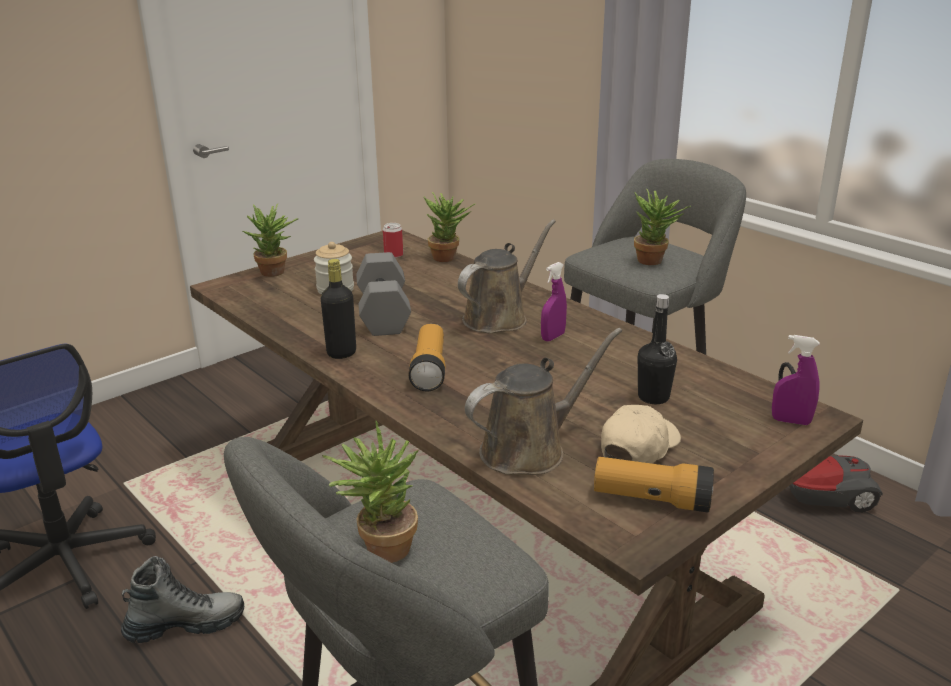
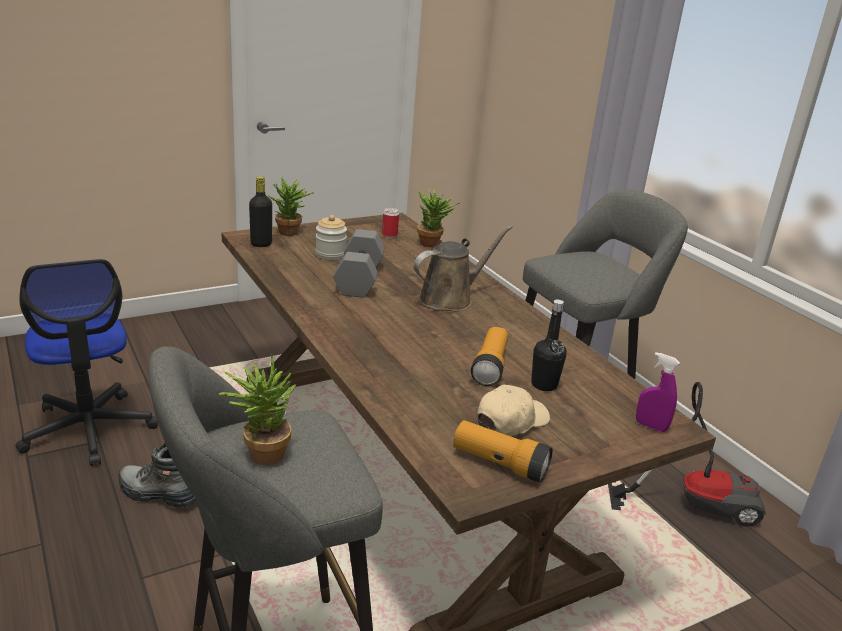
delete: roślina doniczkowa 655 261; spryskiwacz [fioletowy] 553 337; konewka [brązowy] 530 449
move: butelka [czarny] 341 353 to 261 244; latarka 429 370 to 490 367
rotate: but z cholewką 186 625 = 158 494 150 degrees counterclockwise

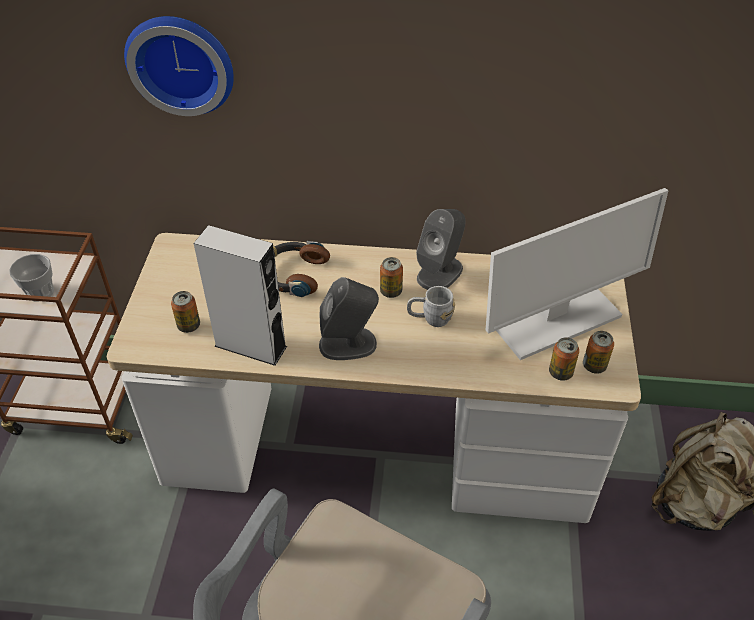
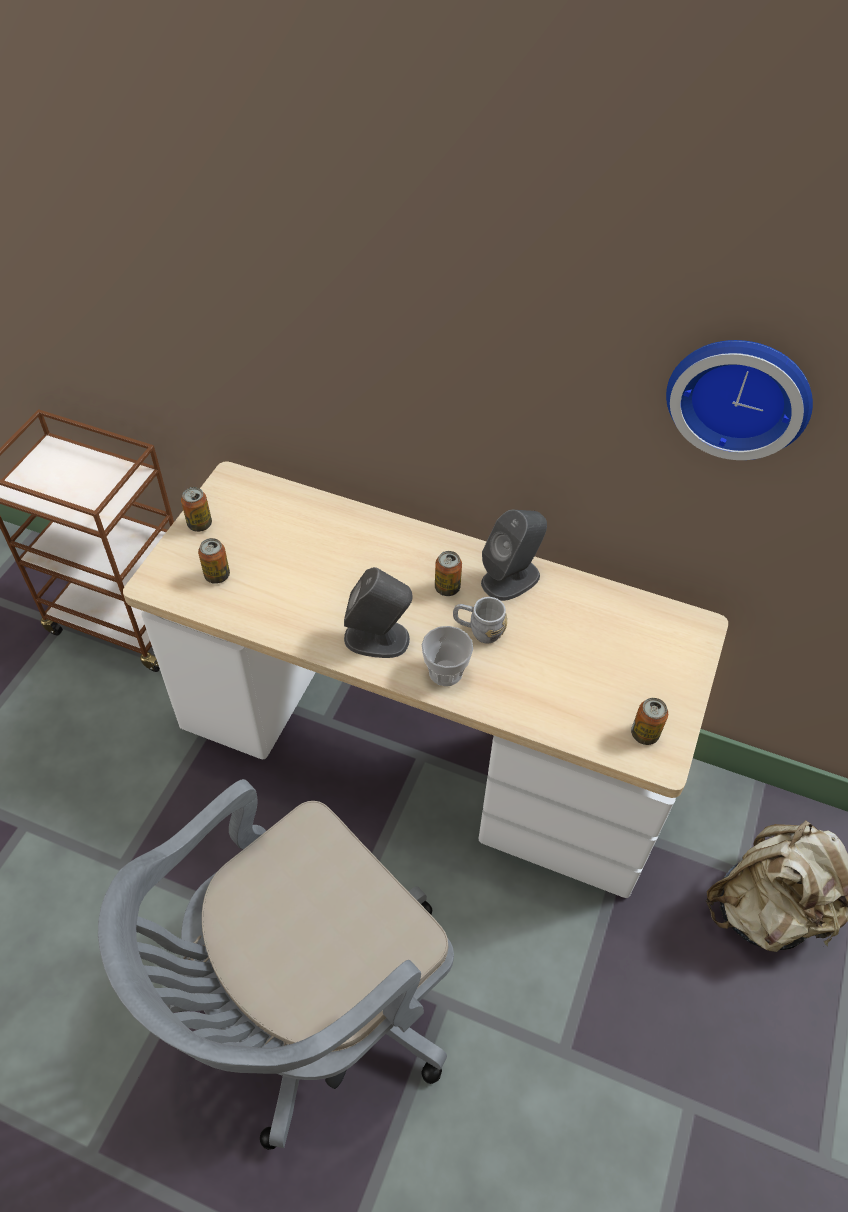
delete: monitor 553 319; głośnik [szary] 250 346; słuchawki 293 274
move: zegar ścienny 182 62 to 740 393; filiżanka 40 292 to 445 672; puszka 560 372 to 199 524

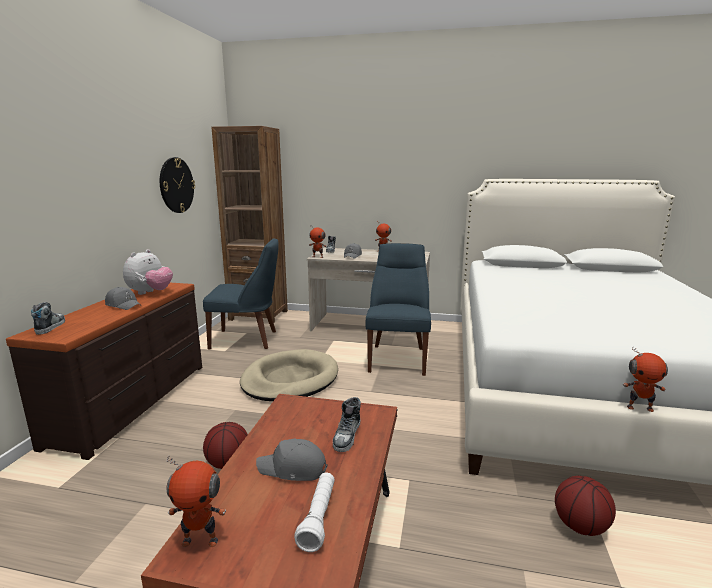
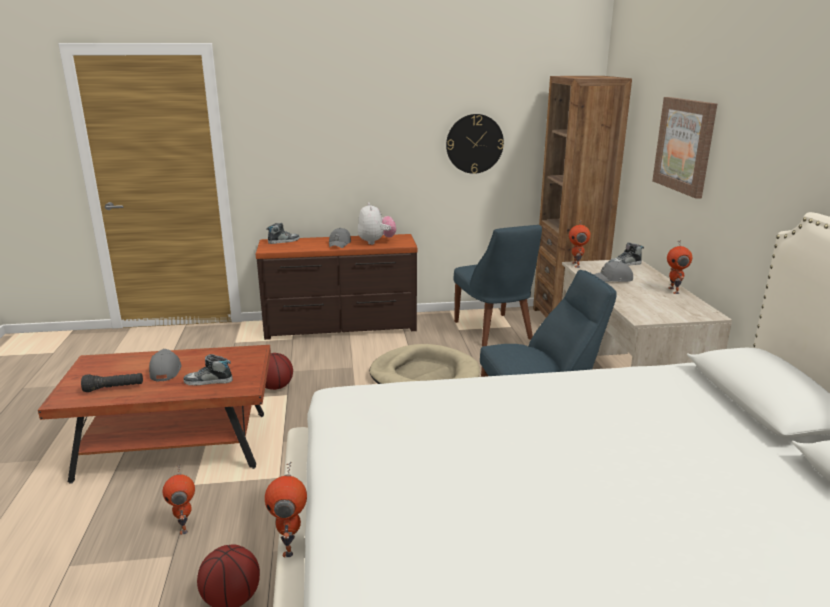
insert: obraz 685 145
move: robot zabawkowy 201 540 to 185 526
recolor: latarka [biały] 318 518 to latarka [czarny] 114 388
rotate: pluszak 150 293 = 376 242 105 degrees counterclockwise

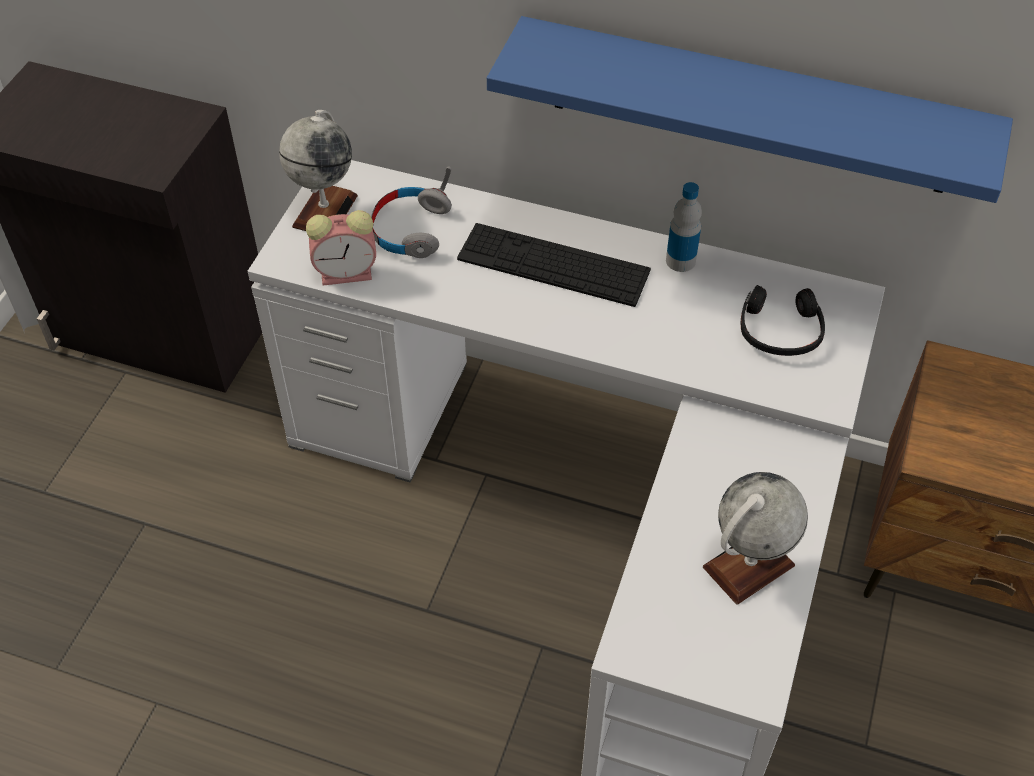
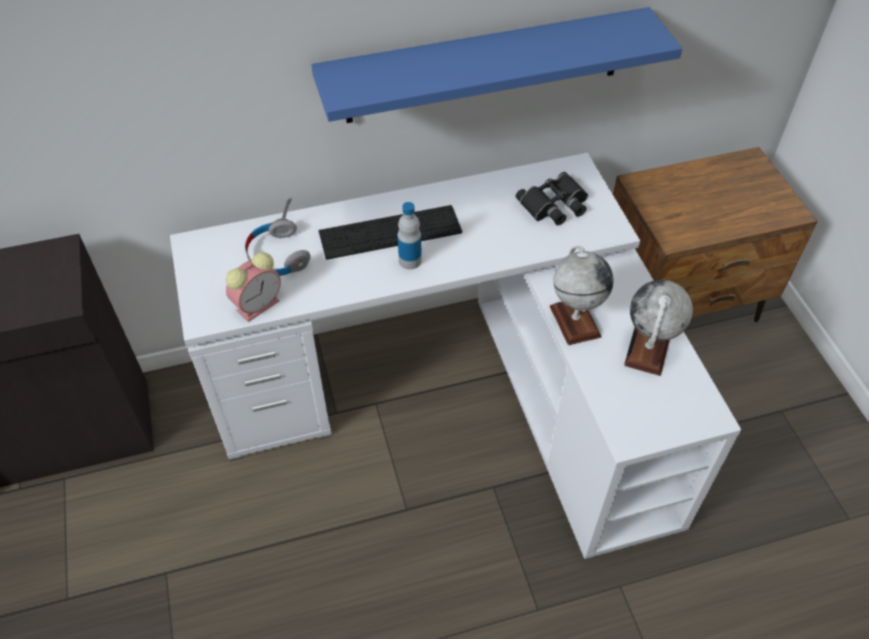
move: globus 325 210 to 574 321; butelka 680 261 to 410 260
replace: słuchawki [czarny] 780 331 to lornetka [czarny] 555 205

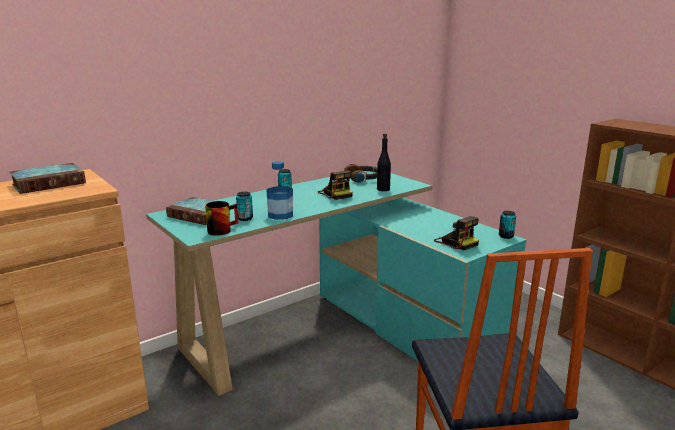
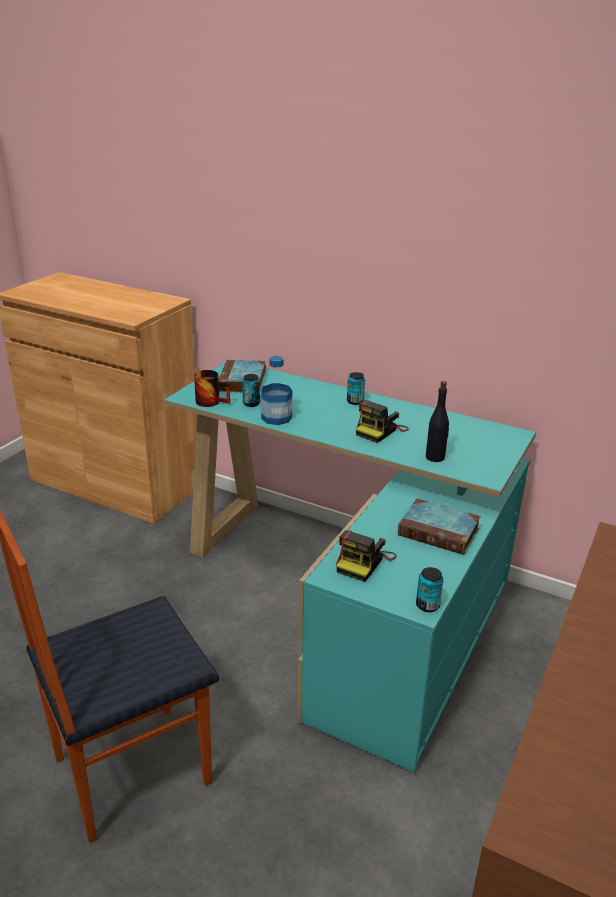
delete: słuchawki 364 178
move: książka 50 183 to 440 532

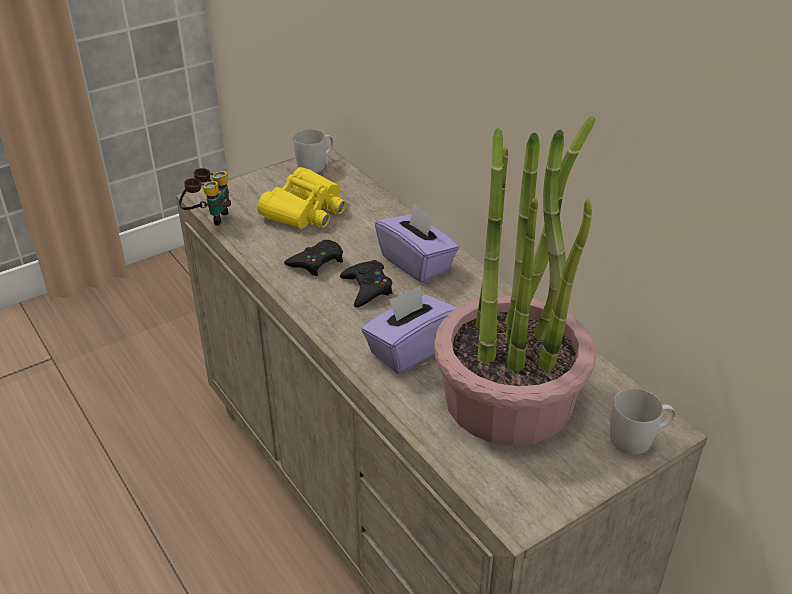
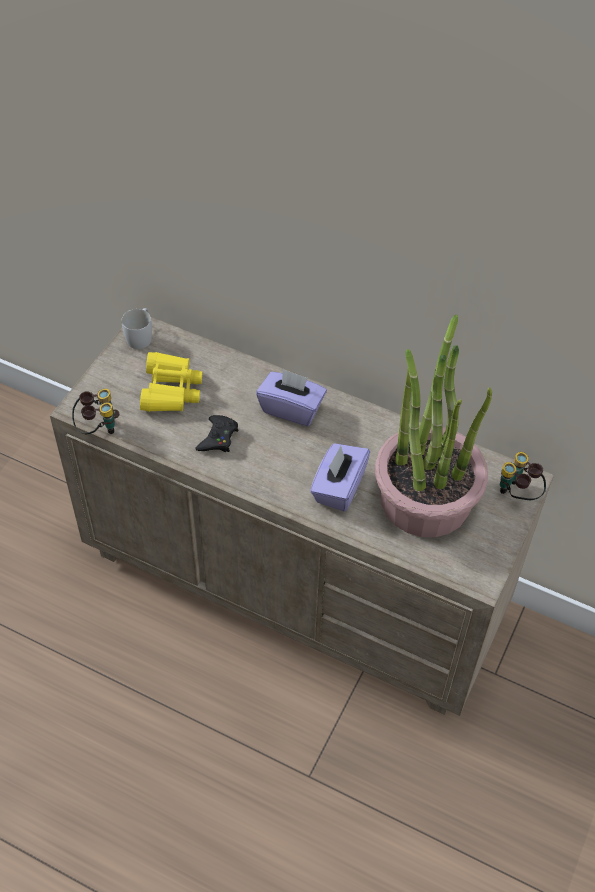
delete: pad do gier [czarny] 367 288
replace: kubek [biały] 638 439 to lornetka 517 494

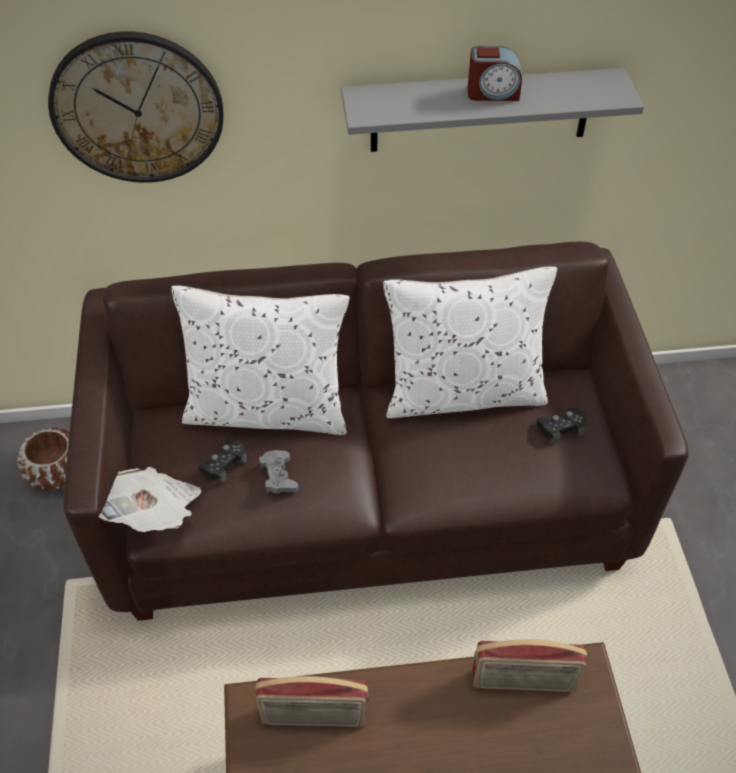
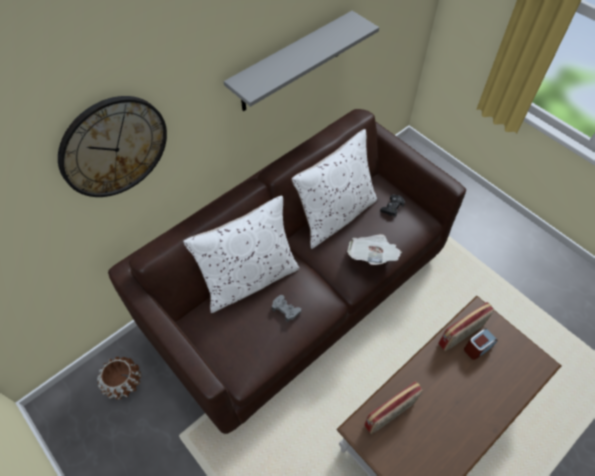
delete: pad do gier [czarny] 224 463
move: budzik 492 93 to 477 347; gazeta 152 512 to 372 256

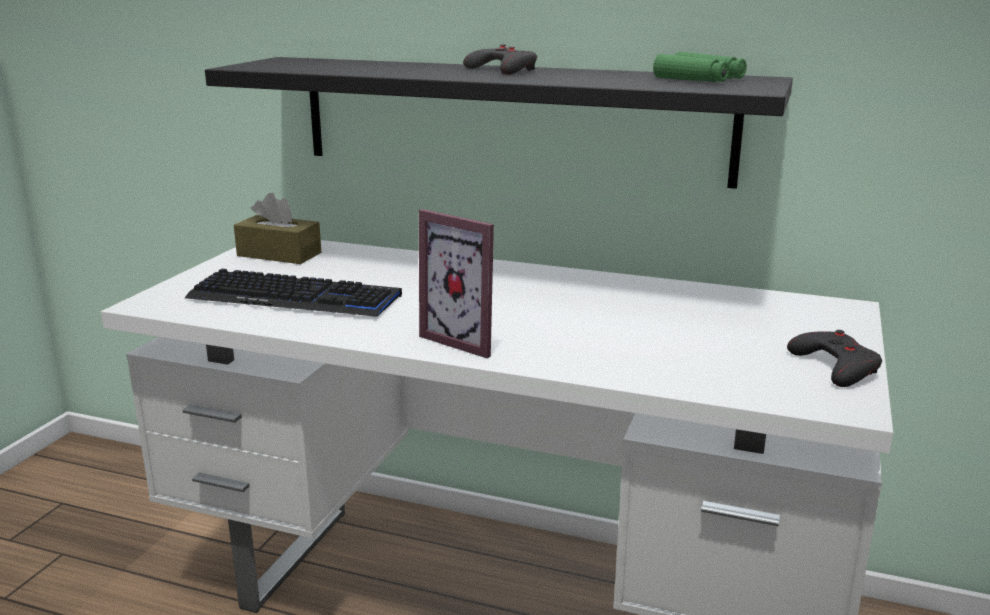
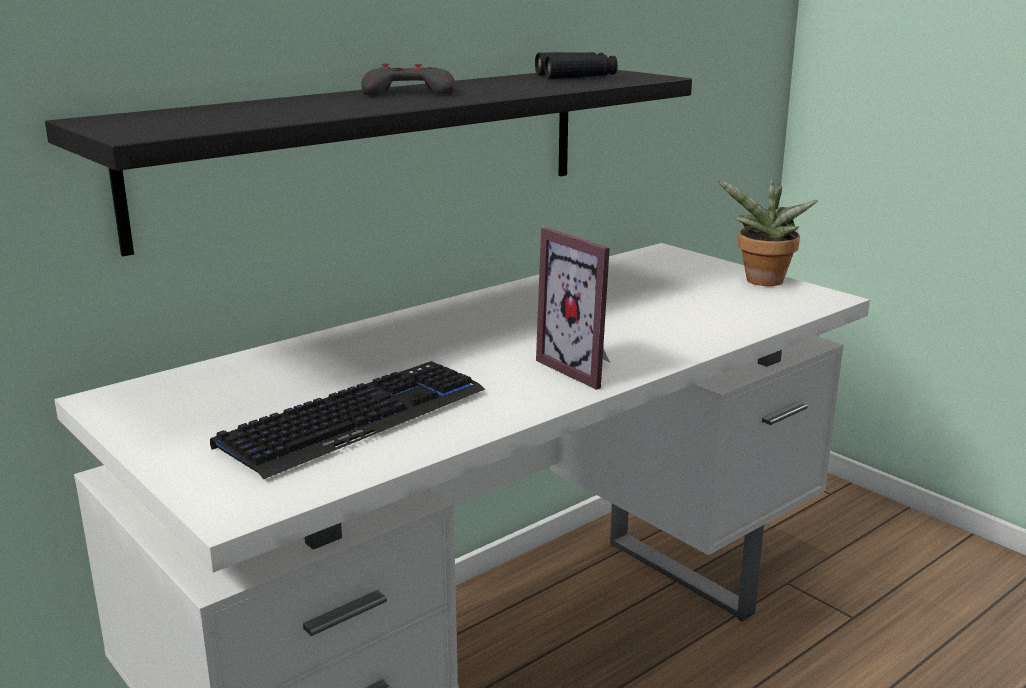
delete: pudełko chusteczek [brązowy] 279 254
replace: pad do gier [czarny] 835 366 to roślina doniczkowa 762 282
recolor: lornetka [zielony] 699 79 to lornetka [czarny] 576 76
rotate: ramka na zdjęcie 468 339 = 585 368 75 degrees clockwise

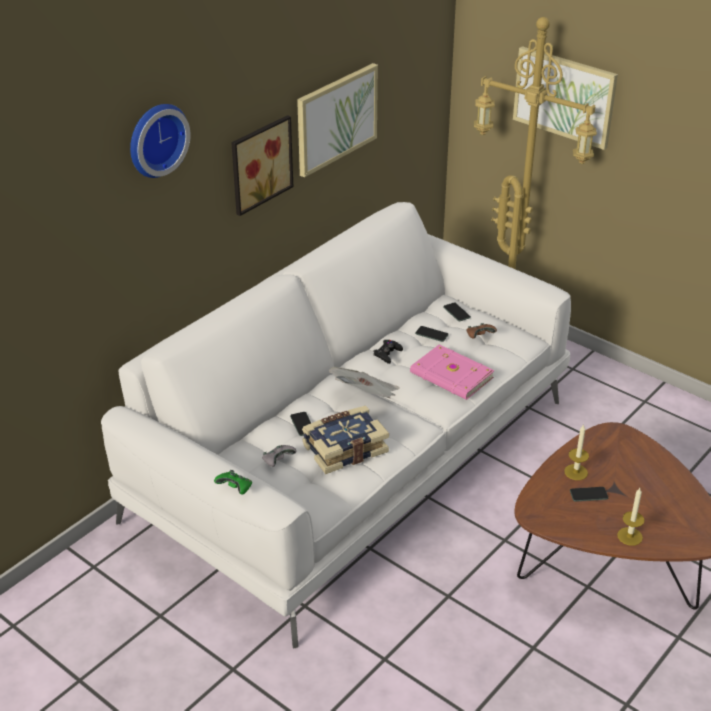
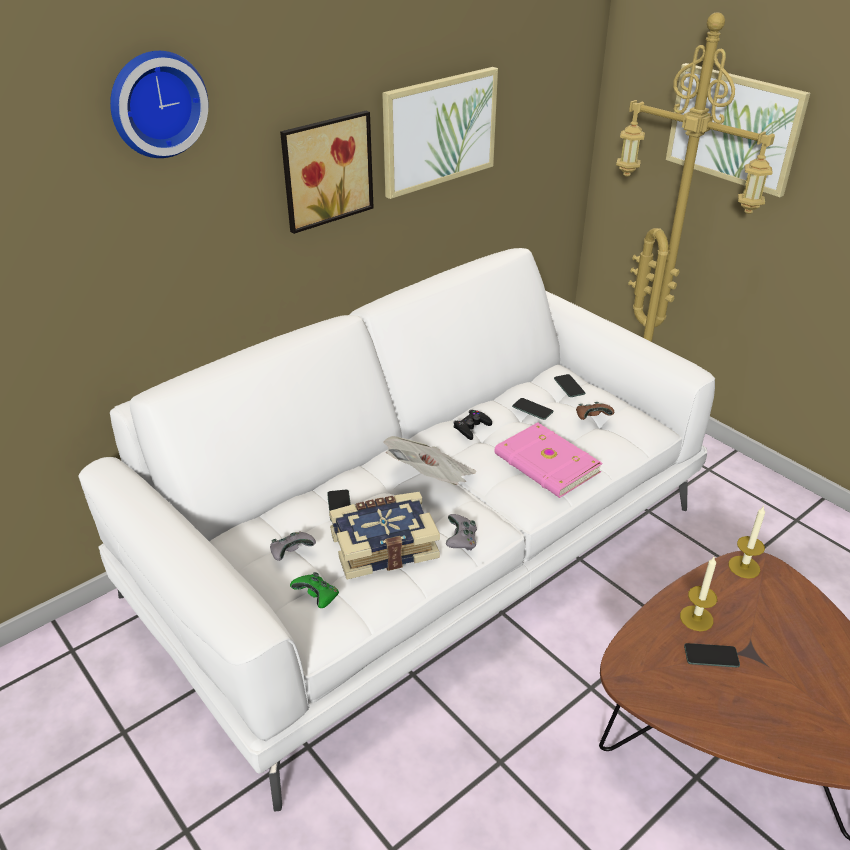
insert: pad do gier [szary] 461 541
move: pad do gier [zielony] 235 489 to 317 598; świeca 629 536 to 744 567

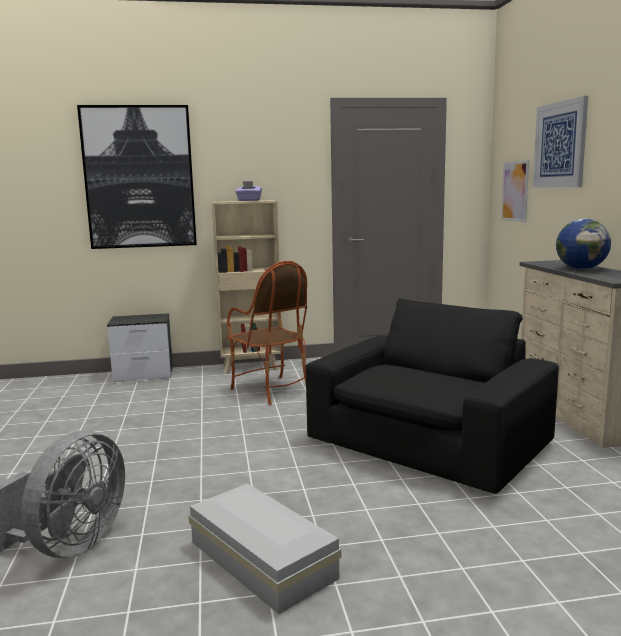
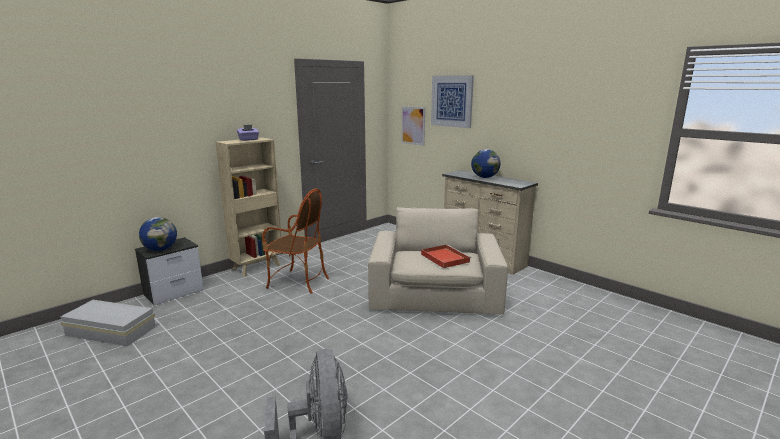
delete: obraz 139 177
insert: globus 160 250; taca [czerwony] 444 258
move: pojemnik do przechowywania [biały] 261 561 to 111 331
recolor: fotel [czarny] 427 442 to fotel [beżowy] 435 294

